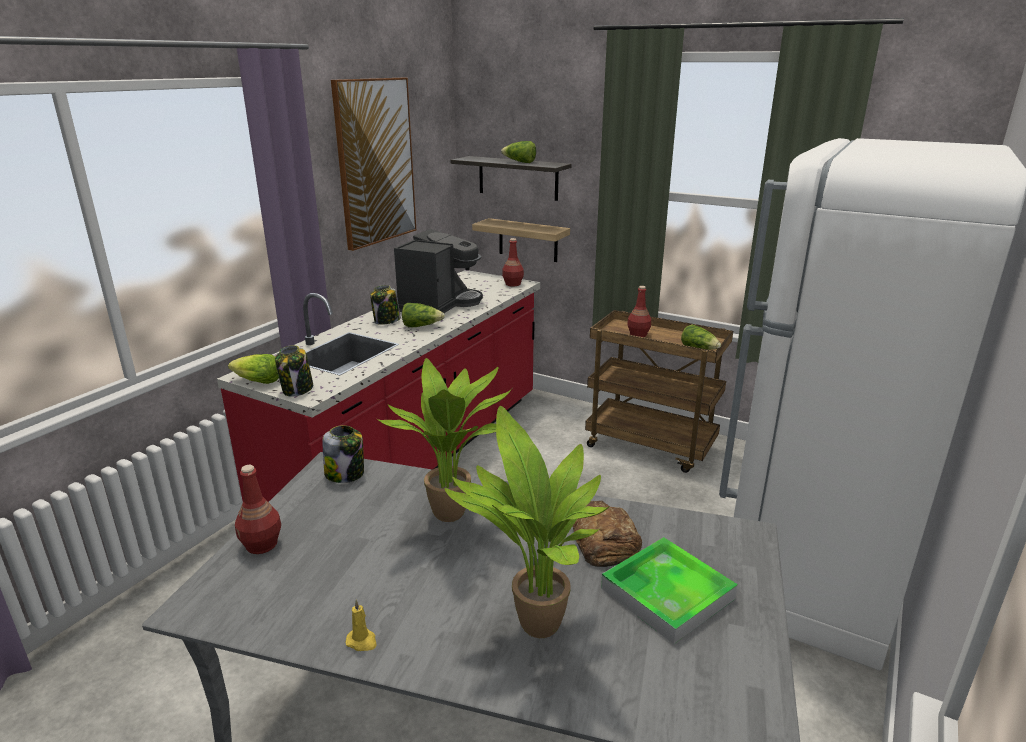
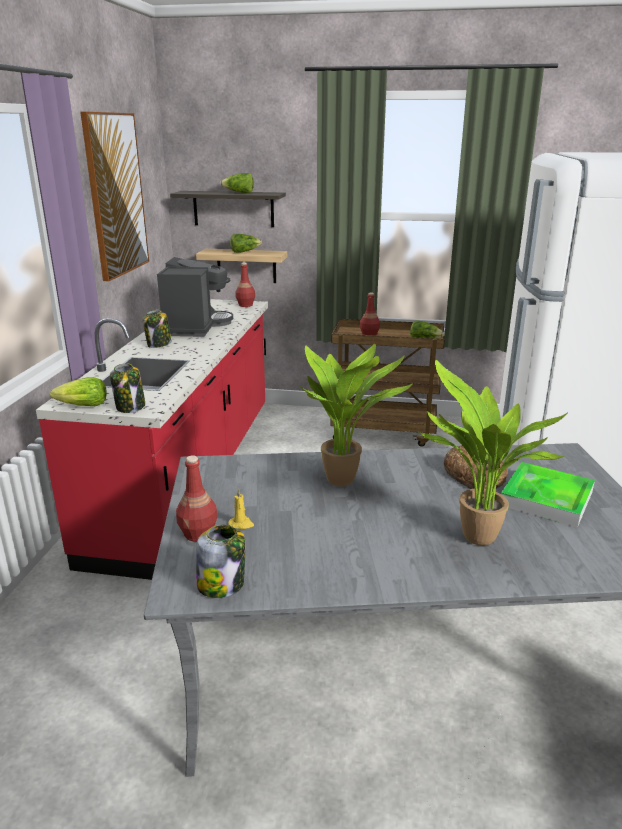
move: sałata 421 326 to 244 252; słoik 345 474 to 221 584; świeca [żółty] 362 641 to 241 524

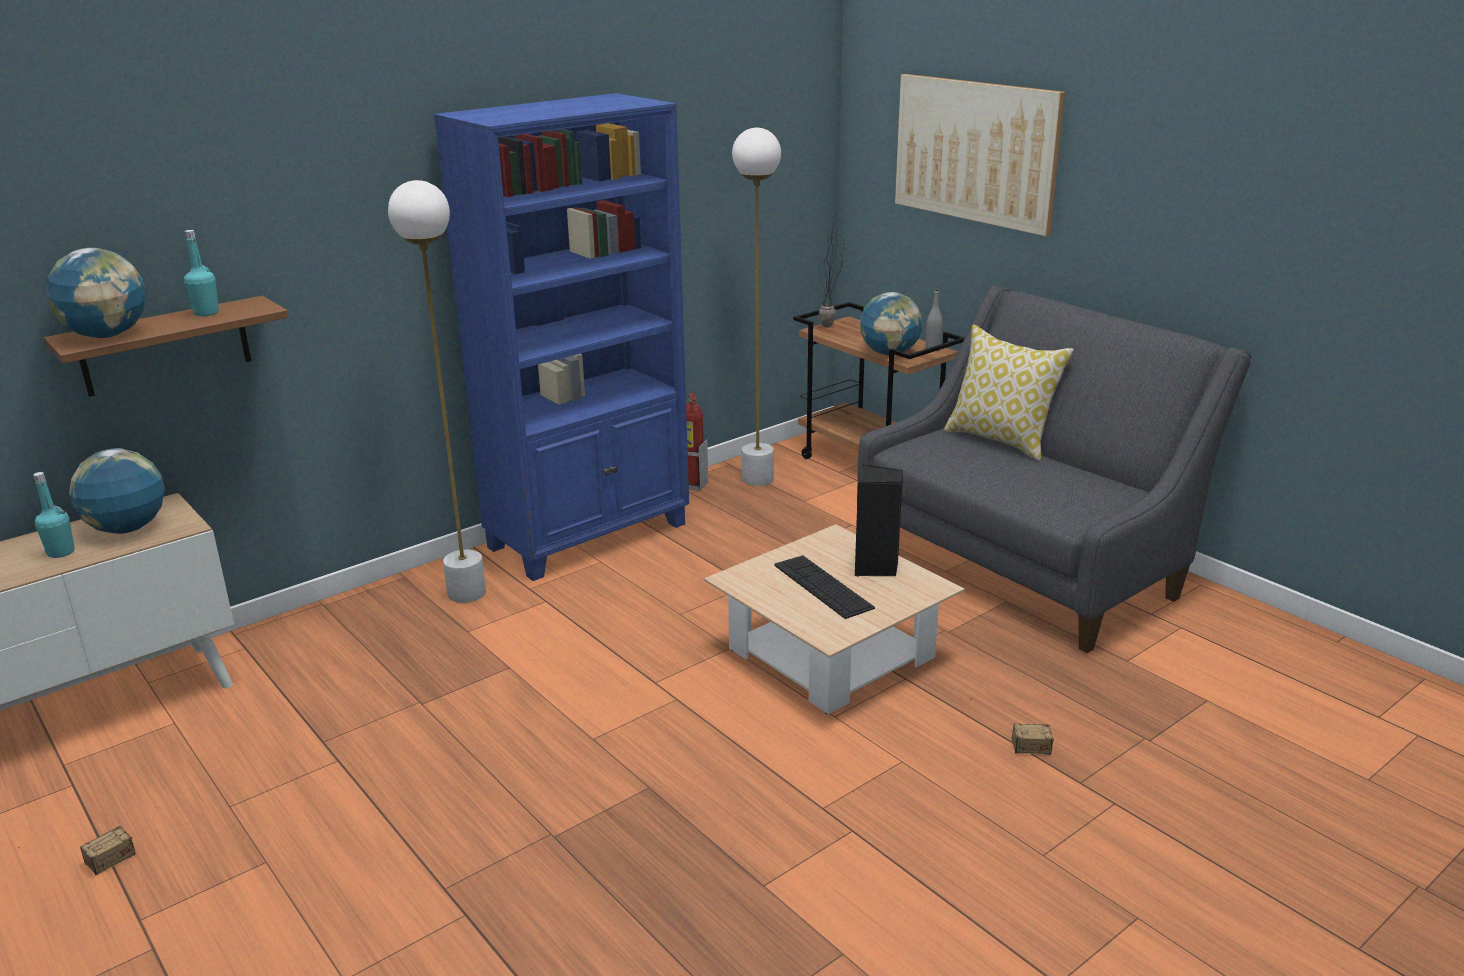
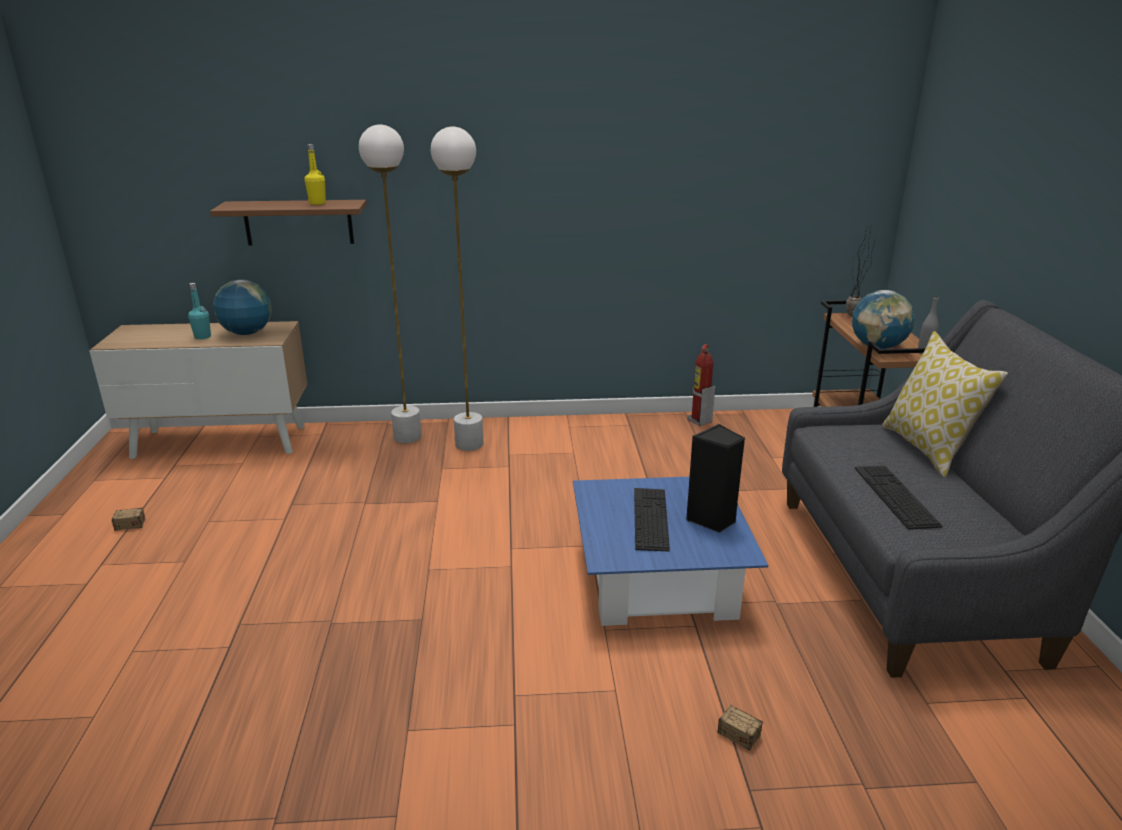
delete: obraz 975 151; regał [niebieski] 590 536; globus 107 335
insert: klawiatura 895 496
move: lampa stojąca [biały] 758 479 to 407 437
recolor: butelka [turkusowy] 206 313 to butelka [żółty] 317 203; ława [beżowy] 831 654 to ława [niebieski] 658 580

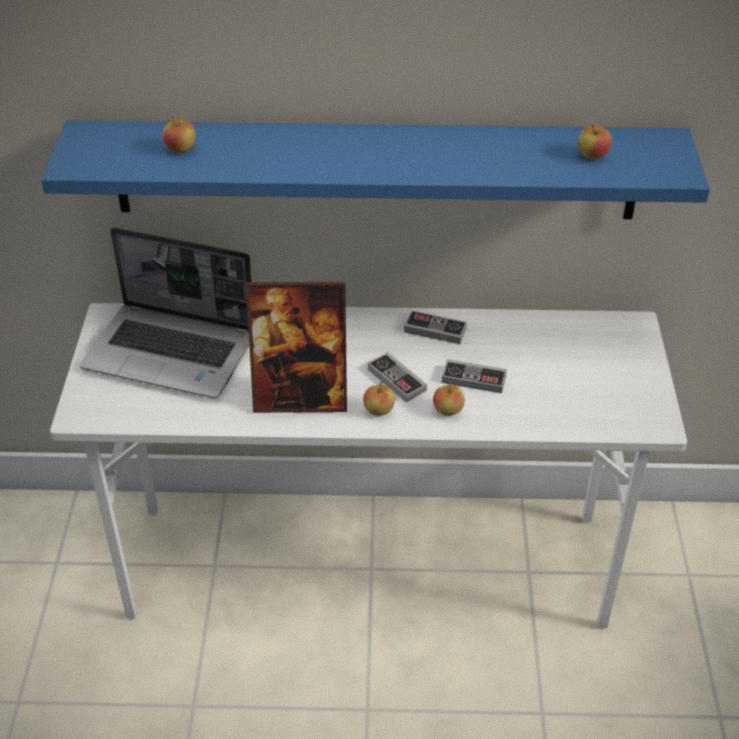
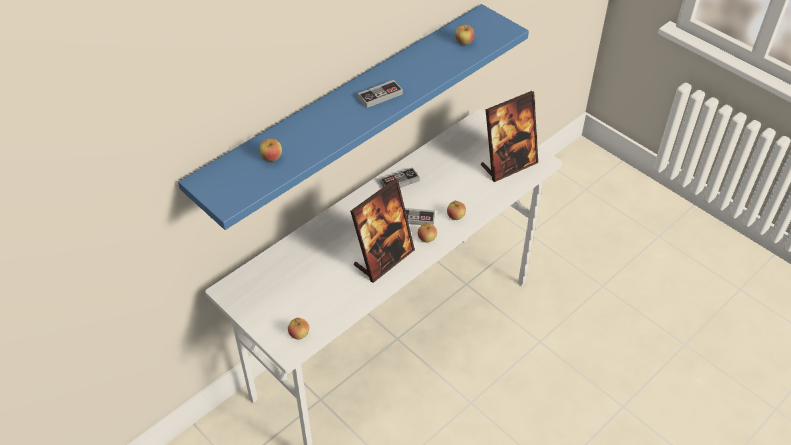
delete: laptop 173 352
insert: ramka na zdjęcie 508 165; jabłko 299 334
move: pad do gier 473 379 to 380 96

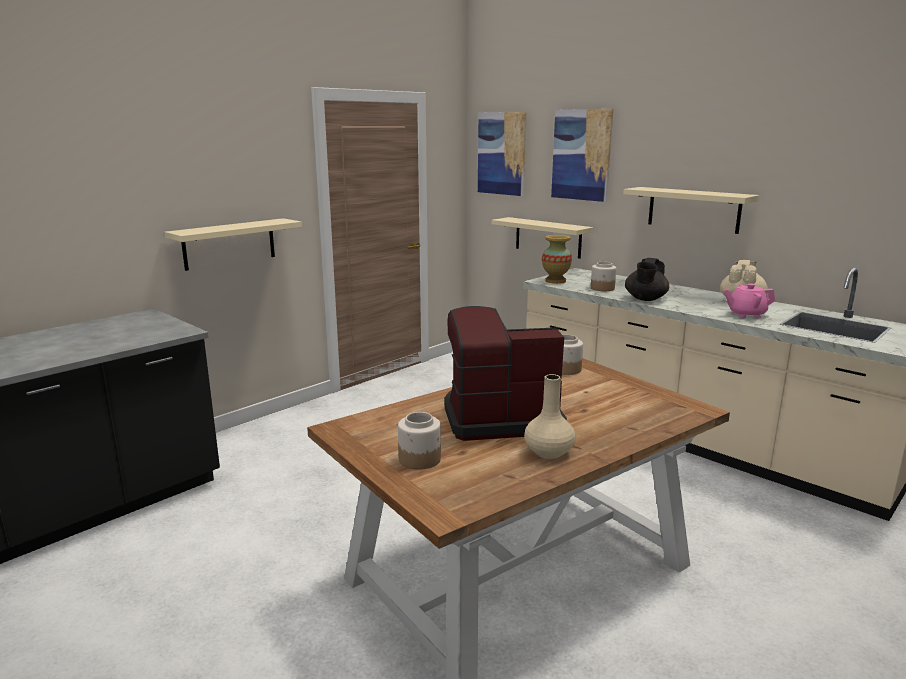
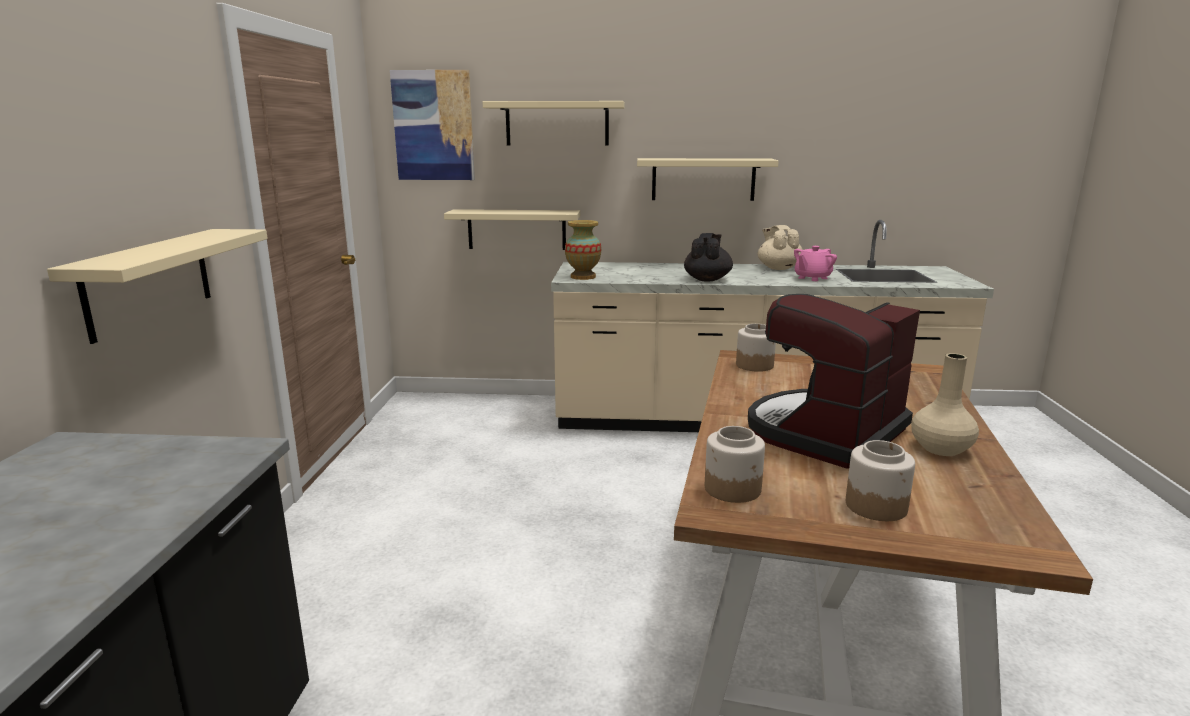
move: słoik 602 288 to 733 489
replace: obraz 581 155 to półka [beżowy] 557 123
rotate: imbryk [czarny] 645 299 = 707 279 150 degrees counterclockwise

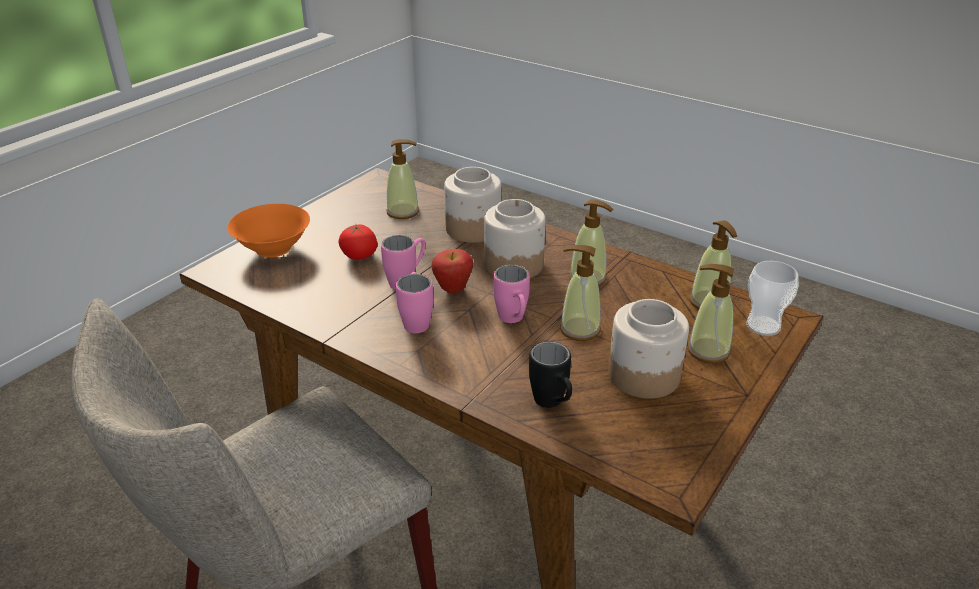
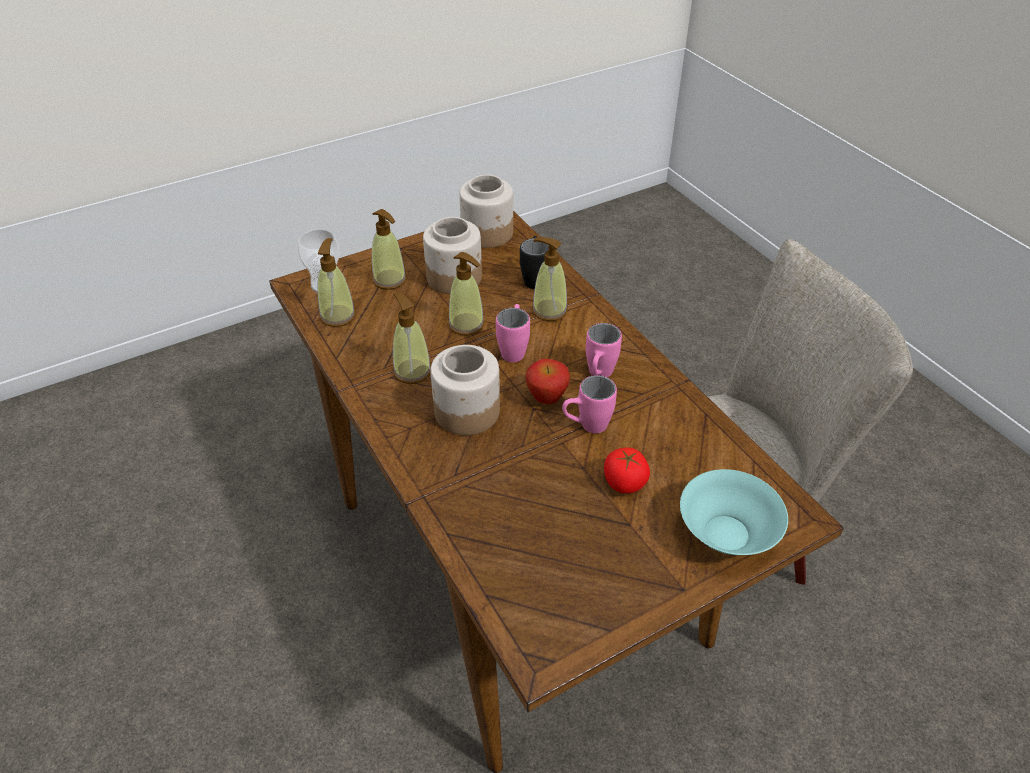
move: dozownik mydła 403 212 to 549 310; słoik 472 229 to 488 233
recolor: miska [pomarańczowy] 274 248 to miska [turkusowy] 725 533

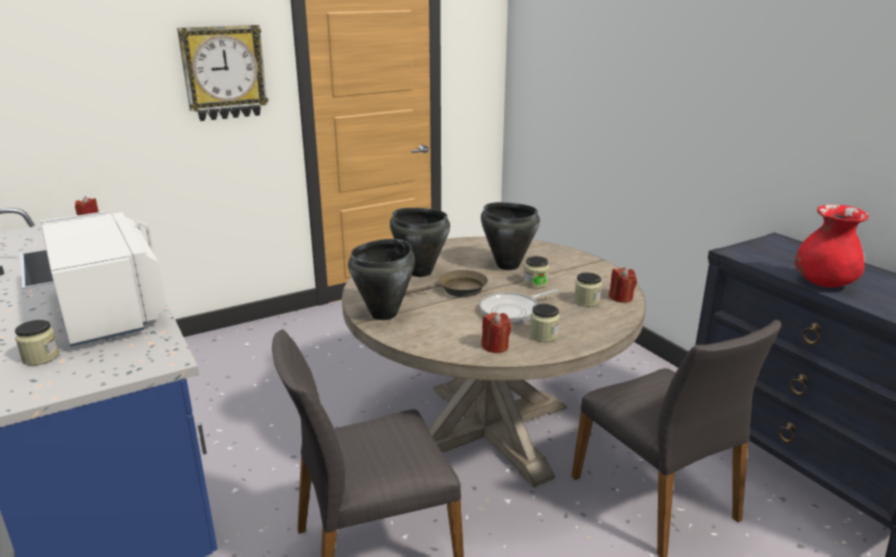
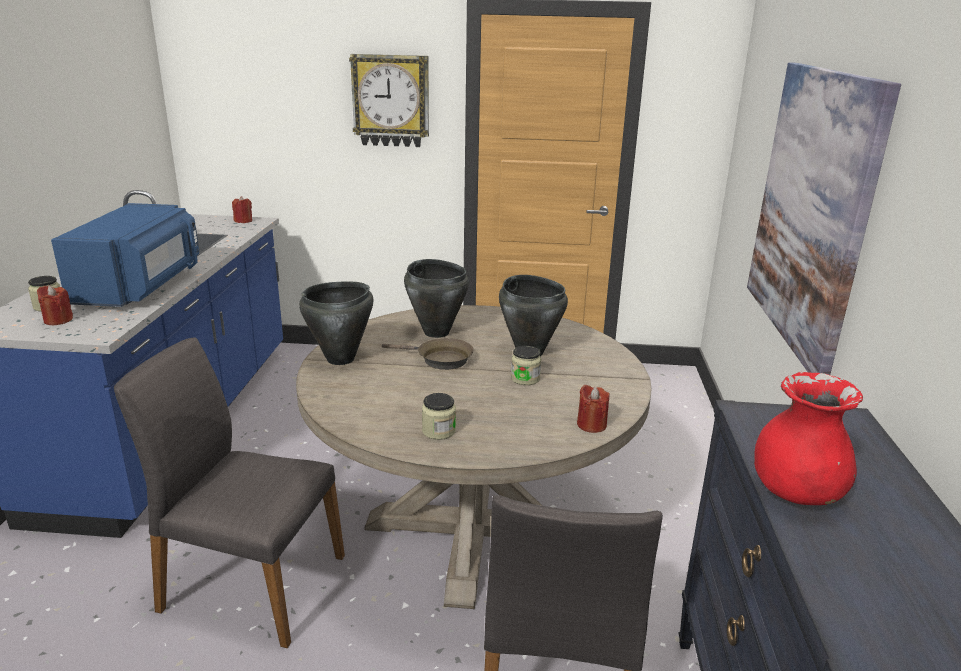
delete: słoik 586 301; patelnia 512 311
insert: obraz 811 209
move: świeca [czerwony] 495 346 to 58 320
recolor: mikrofalówka [biały] 111 308 to mikrofalówka [niebieski] 141 286

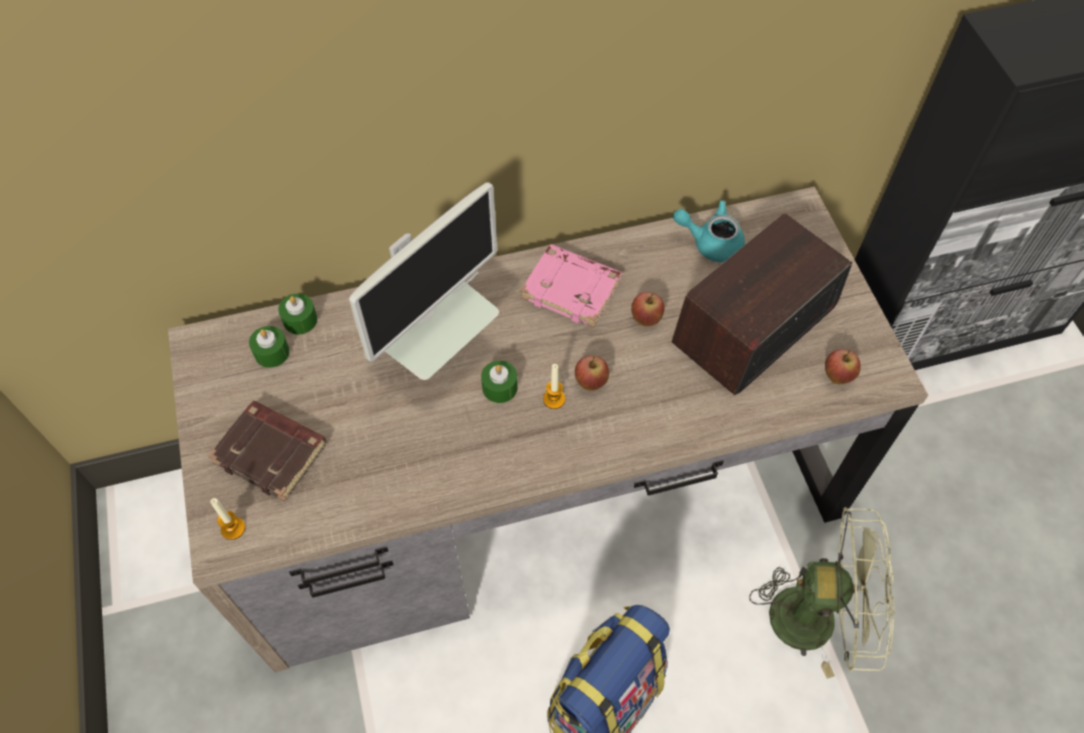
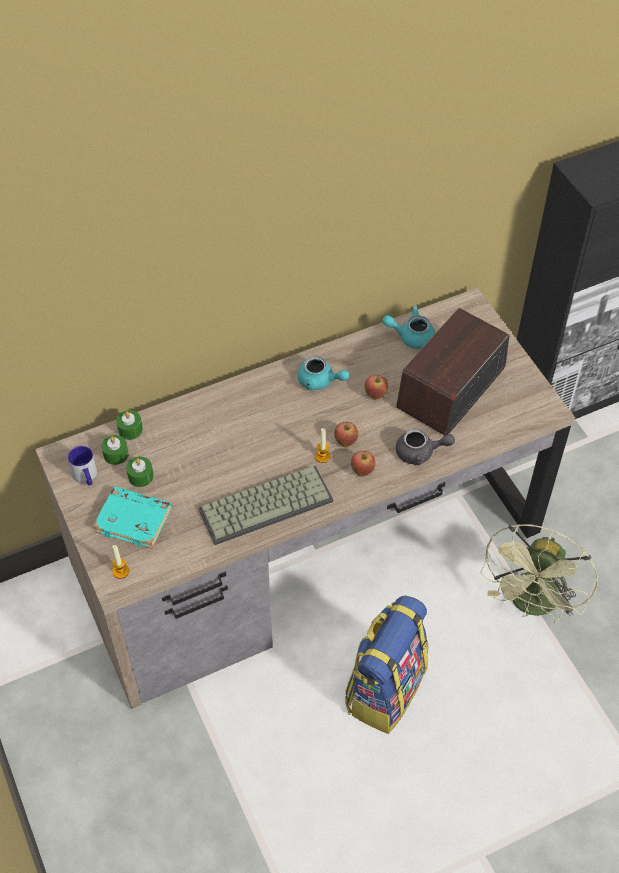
delete: monitor 435 349
insert: imbryk [szary] 420 453; kubek 86 477; klawiatura 266 503
move: jabłko 837 376 to 362 471; świeca [zielony] 499 387 to 140 476
replace: książka [różowy] 572 289 to imbryk [turkusowy] 320 381
recolor: książka [brązowy] 272 453 to książka [turkusowy] 134 519
rotate: wentylator [zielony] 817 616 = 532 605 120 degrees clockwise

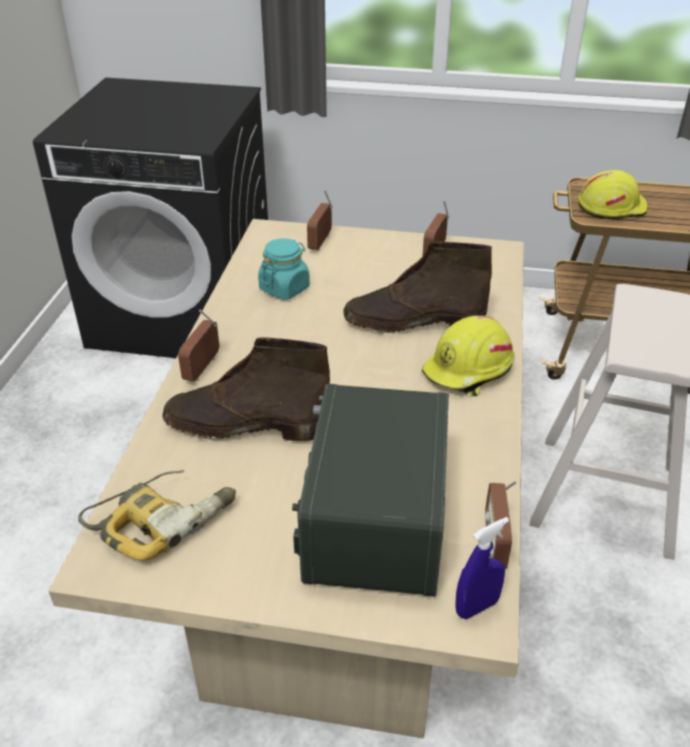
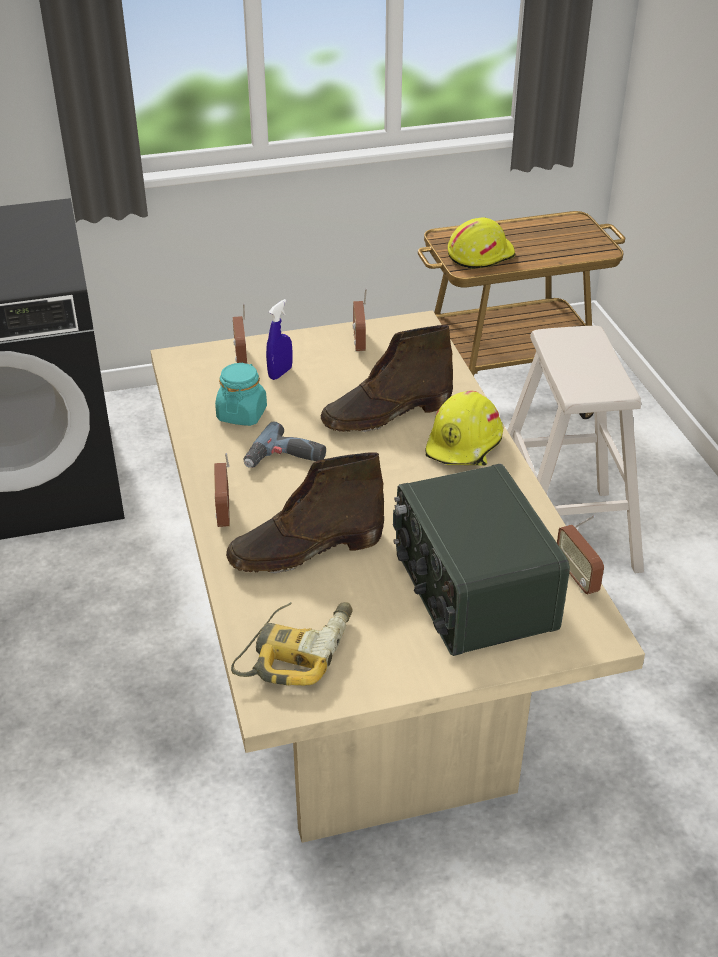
insert: wiertarka 285 460
move: spryskiwacz [niebieski] 476 607 to 280 373

